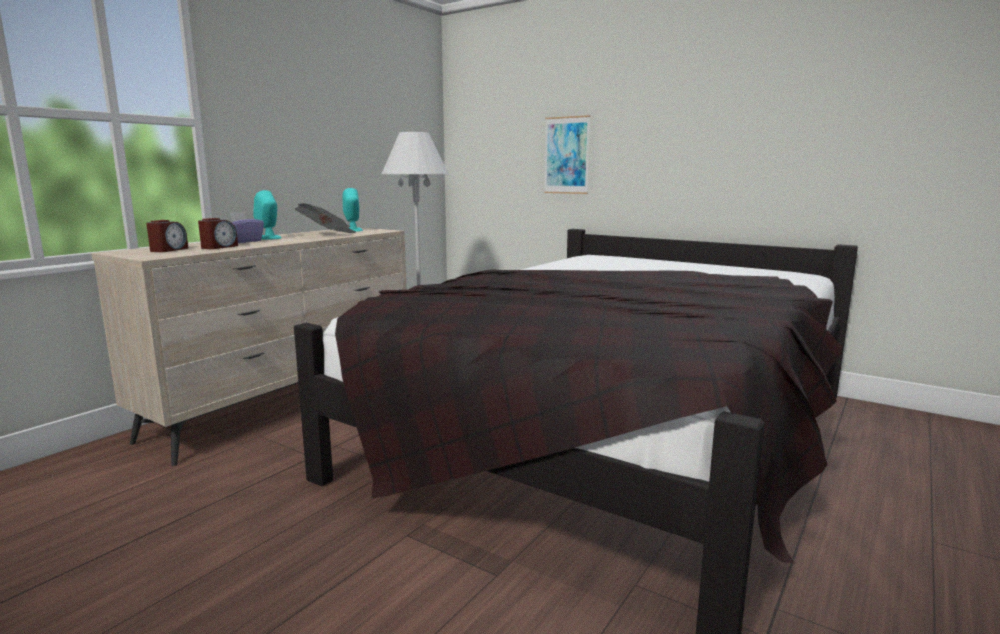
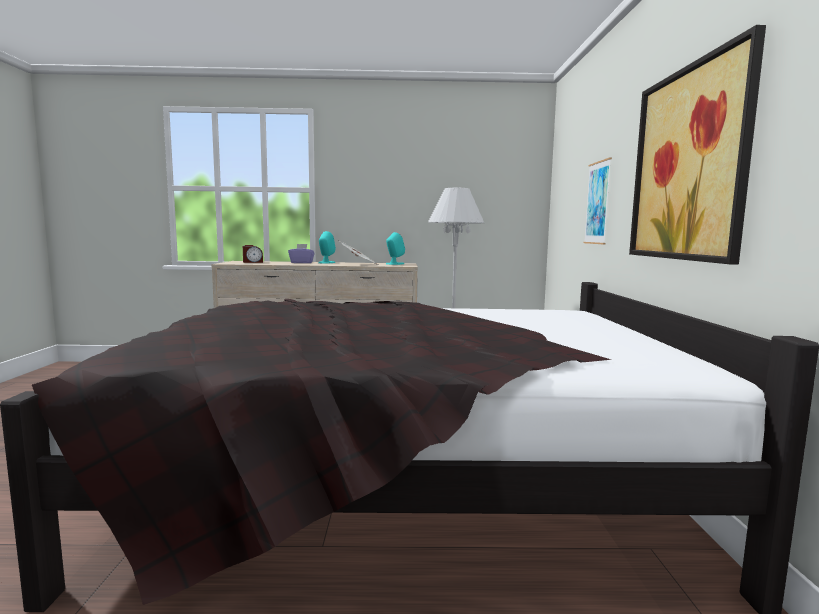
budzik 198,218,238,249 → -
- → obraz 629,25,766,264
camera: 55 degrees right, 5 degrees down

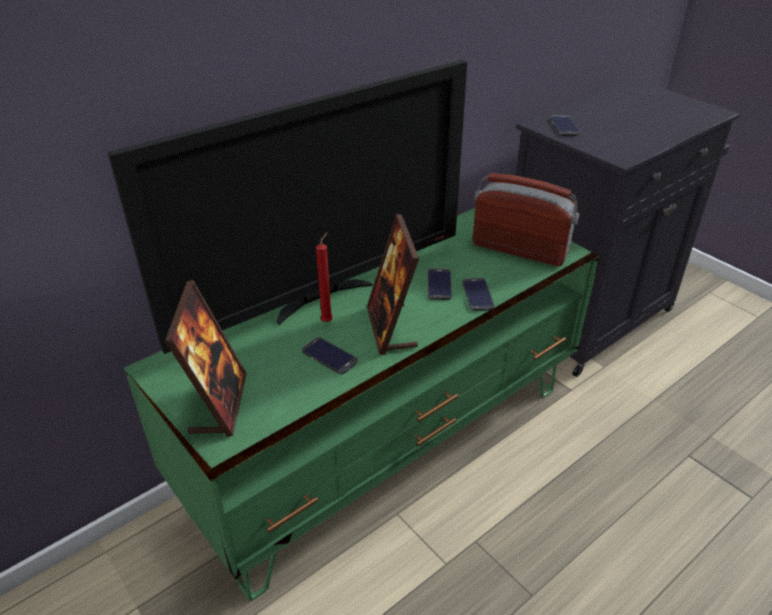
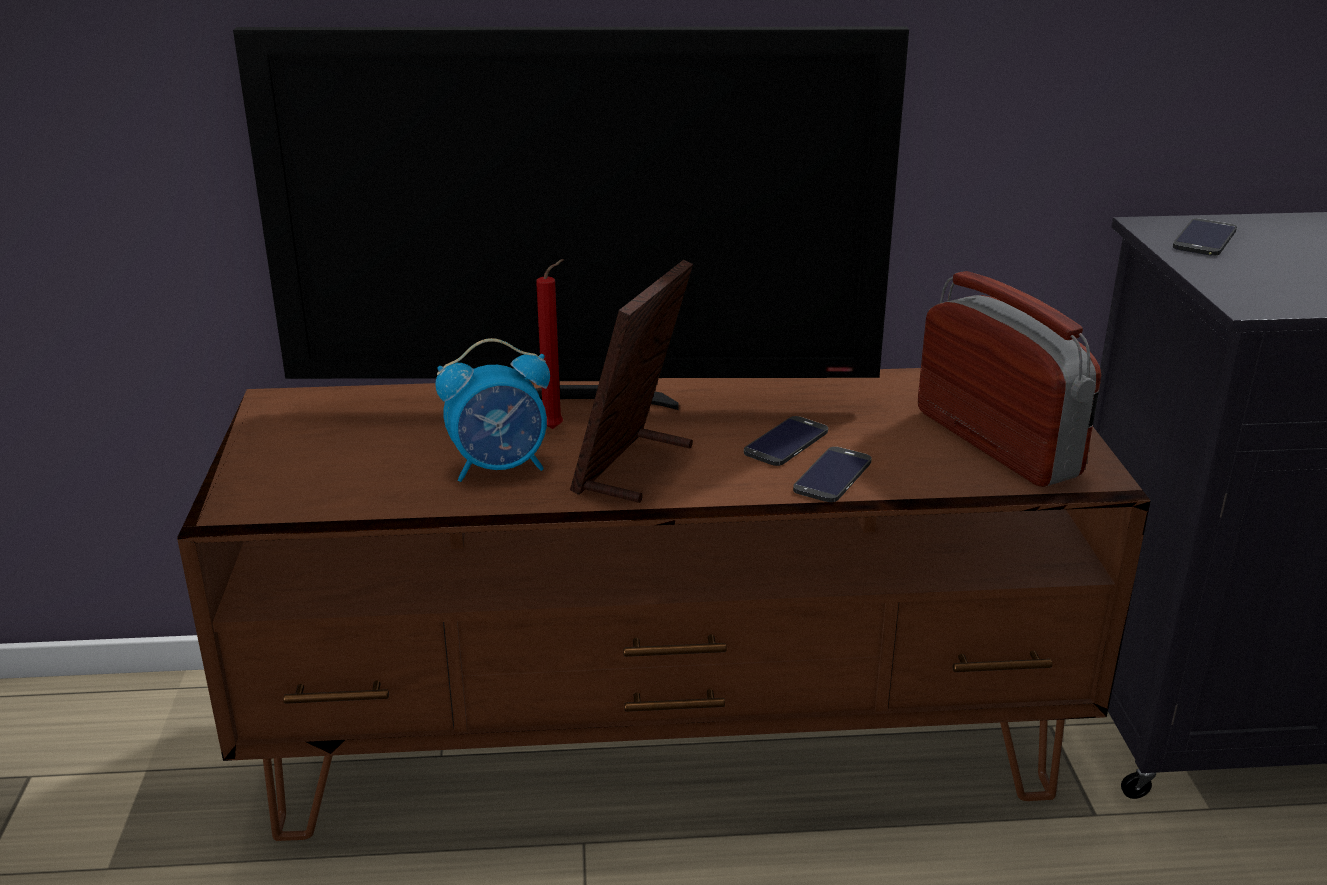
szafka pod telewizor (zielony) 124,208,600,601 → szafka pod telewizor (brązowy) 177,368,1151,841
ramka na zdjęcie 165,280,247,437 → -
telefon 302,337,358,374 → budzik 435,338,550,482
camera: 35 degrees right, 10 degrees down

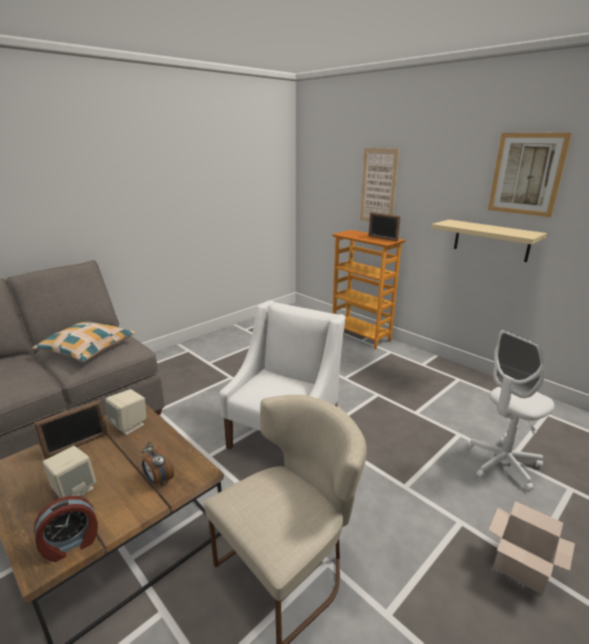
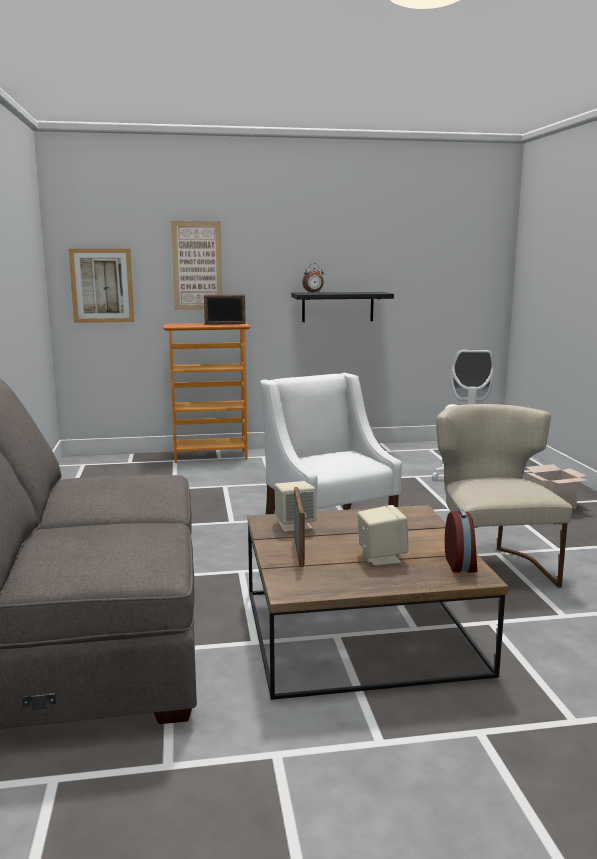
obraz 488,133,572,217 → obraz 69,249,134,323, move
półka (beżowy) 431,220,547,262 → półka (czarny) 291,292,394,322
poduszka 32,321,136,362 → -
budzik 142,442,174,486 → budzik 302,263,324,293, move
camera: 55 degrees left, 10 degrees down

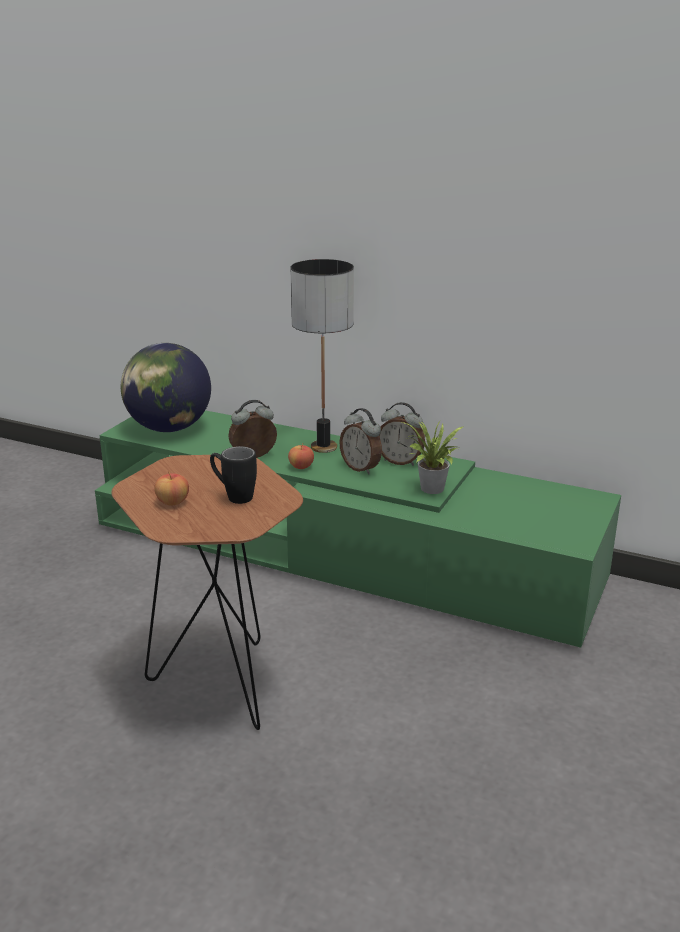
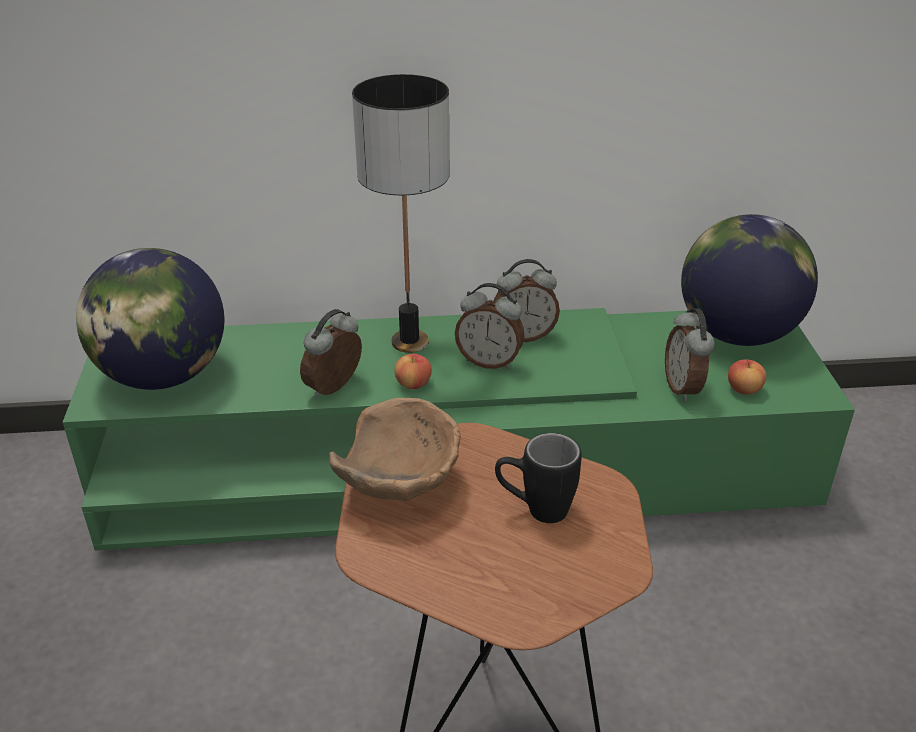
roślina doniczkowa 402,421,465,494 → -
jabłko 154,471,189,505 → jabłko 728,359,766,395, move
- → globus 681,214,818,346
- → budzik 665,308,715,401
- → miska (brązowy) 329,398,461,501
camera: 30 degrees left, 10 degrees up

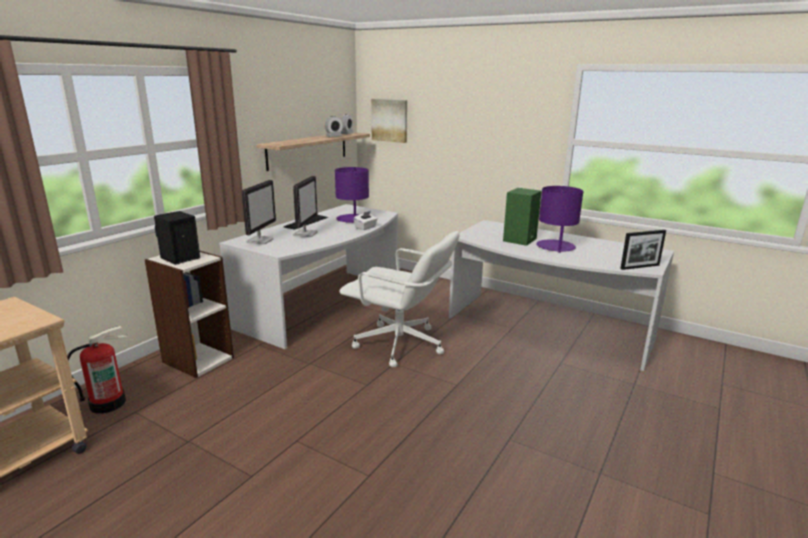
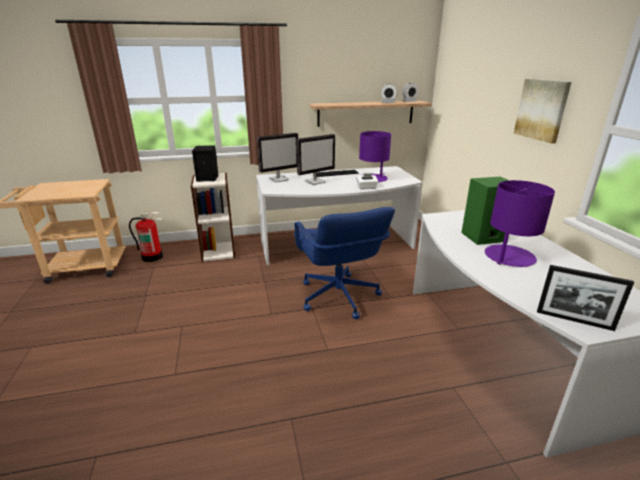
obraz 371,99,407,143 → obraz 514,79,571,144, move
krzesło biurowe (biały) 339,231,460,367 → krzesło biurowe (niebieski) 294,207,395,319
camera: 45 degrees right, 5 degrees up

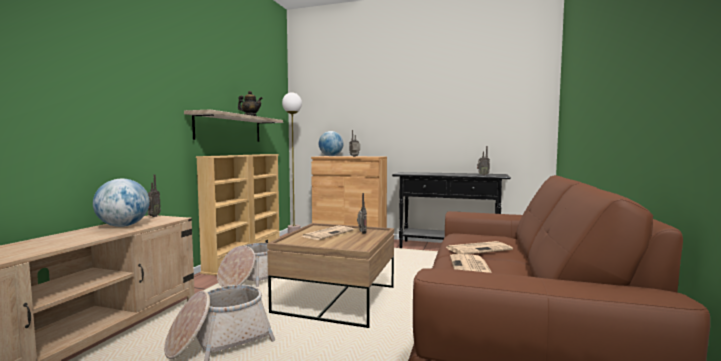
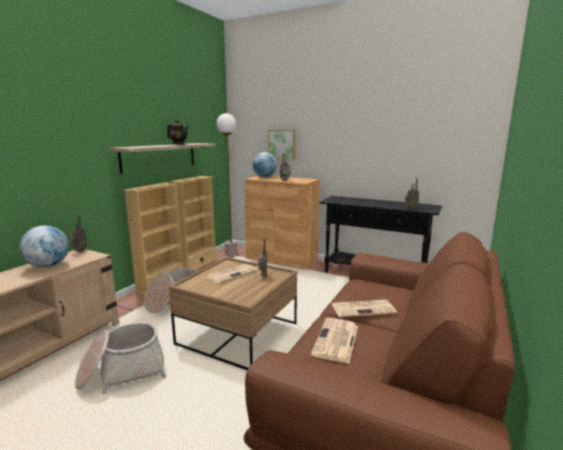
- → obraz 268,130,296,160
camera: 10 degrees right, 10 degrees up

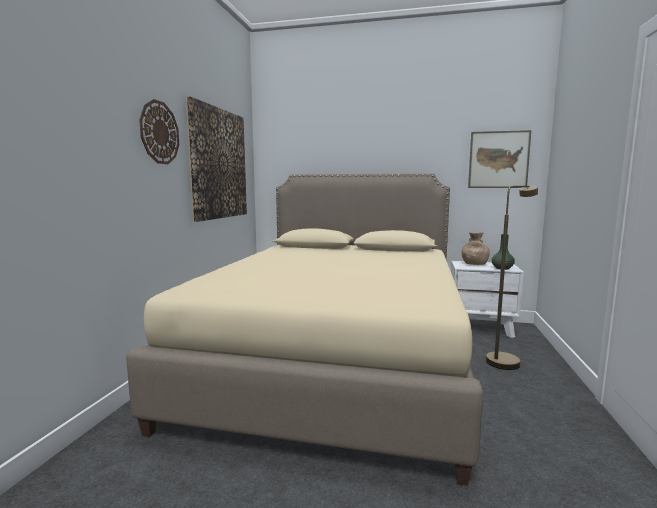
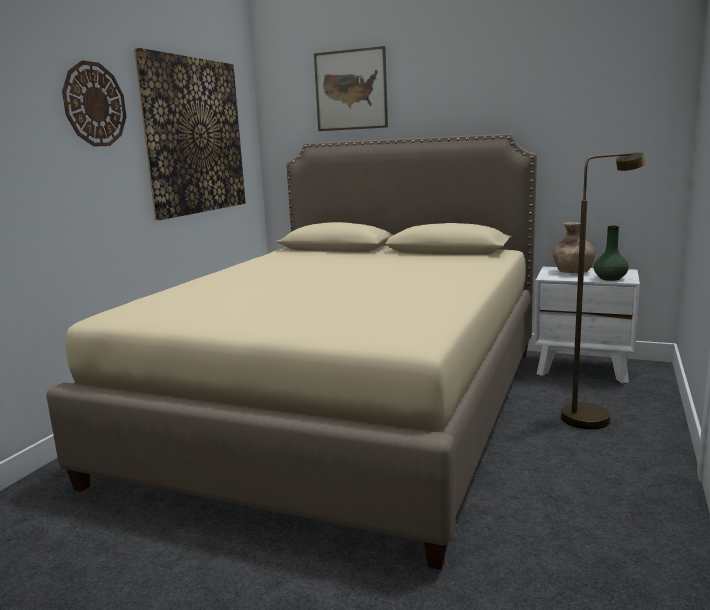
obraz 468,130,531,188 → obraz 314,46,388,131, move
camera: 10 degrees right, 5 degrees up

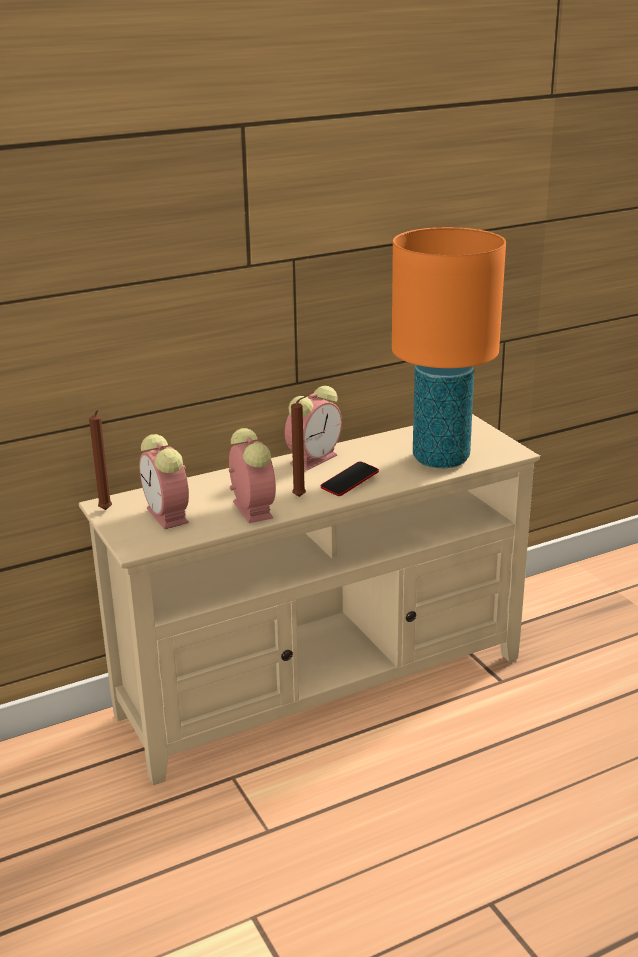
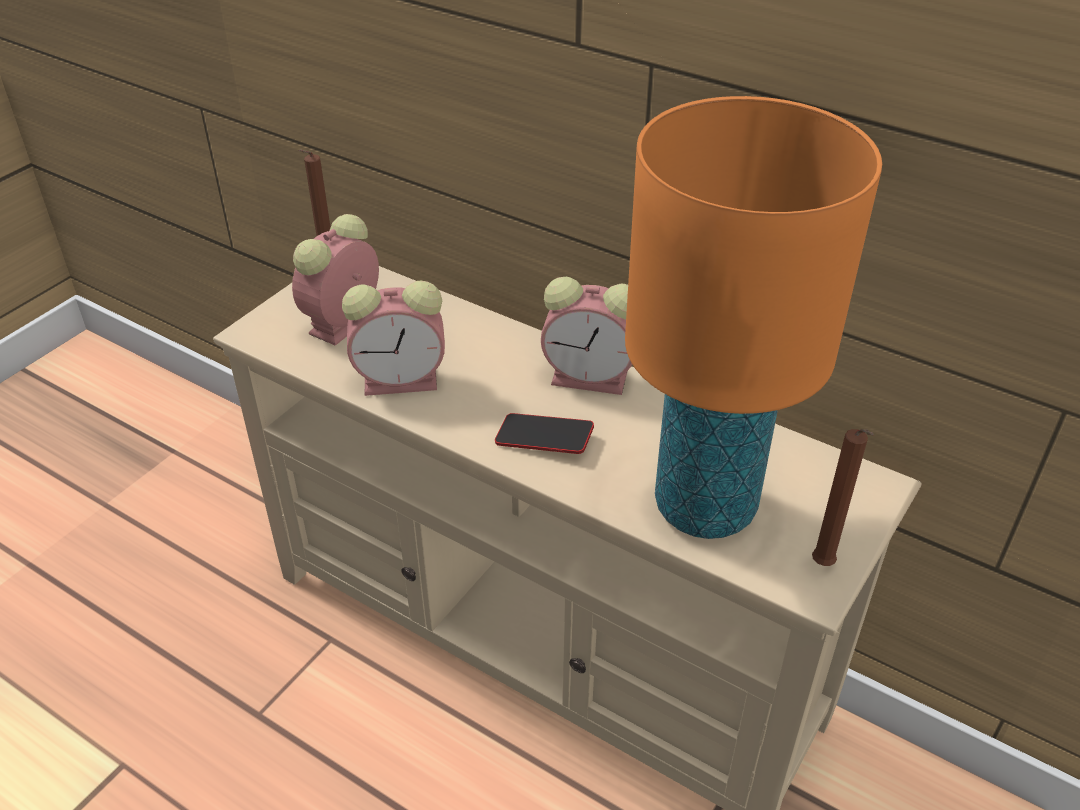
świeca (brązowy) 291,395,309,497 → świeca (brązowy) 812,429,874,566, move
budzik 229,428,276,523 → budzik 342,281,445,396, 45 degrees clockwise
camera: 60 degrees right, 15 degrees up

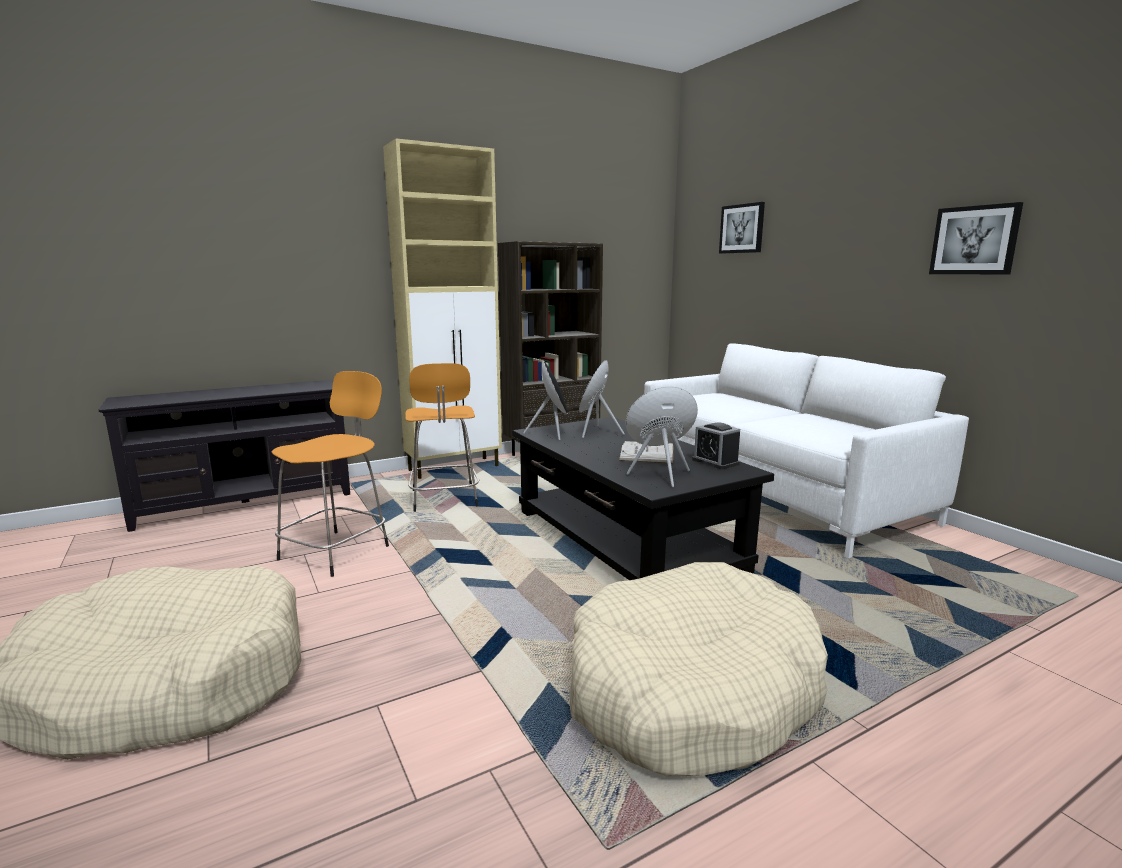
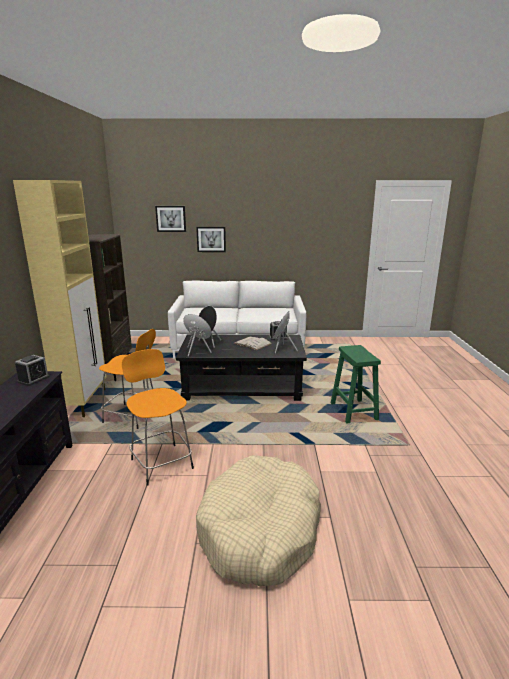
obraz 929,202,1023,274 → obraz 196,227,226,252, move
legowisko (beżowy) 569,562,828,776 → stołek (zielony) 331,345,381,424
- → budzik 15,355,50,386
camera: 60 degrees left, 5 degrees up

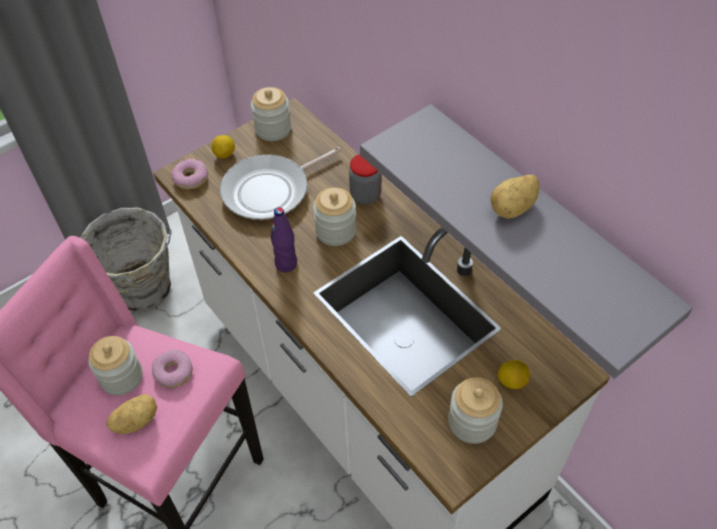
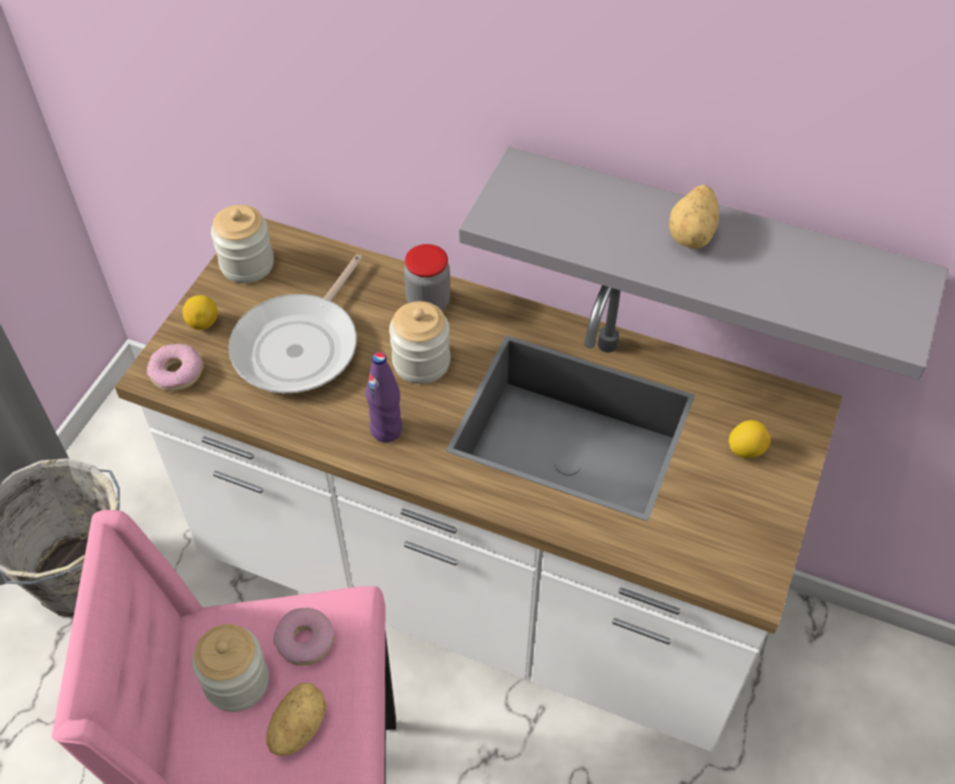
słoik 448,377,503,444 → -
camera: 30 degrees left, 0 degrees up

